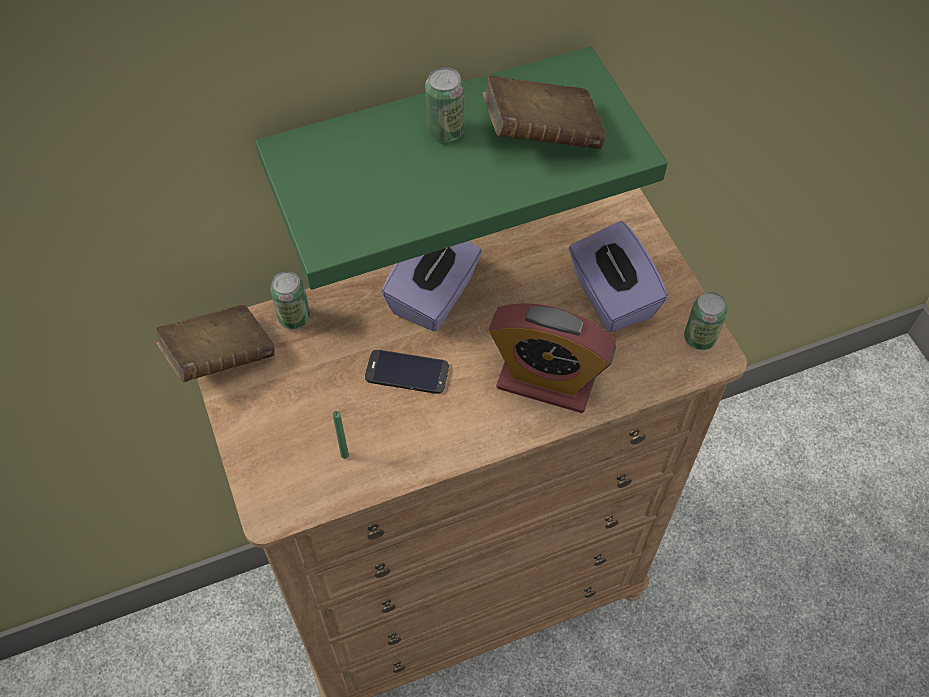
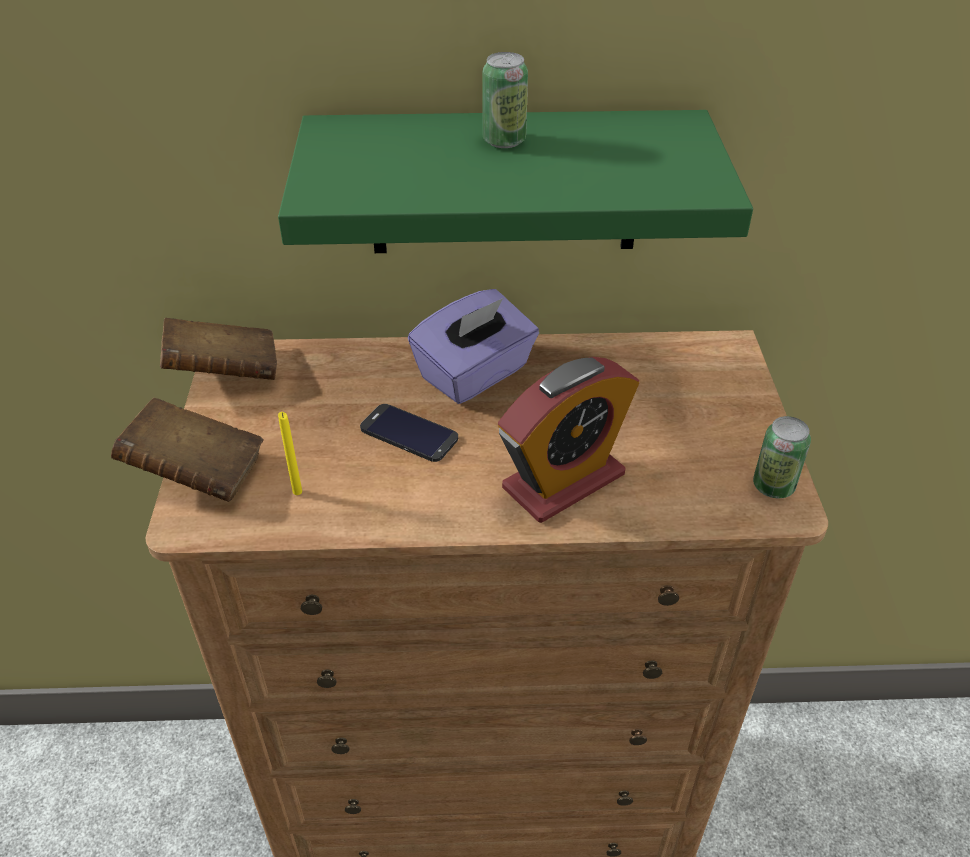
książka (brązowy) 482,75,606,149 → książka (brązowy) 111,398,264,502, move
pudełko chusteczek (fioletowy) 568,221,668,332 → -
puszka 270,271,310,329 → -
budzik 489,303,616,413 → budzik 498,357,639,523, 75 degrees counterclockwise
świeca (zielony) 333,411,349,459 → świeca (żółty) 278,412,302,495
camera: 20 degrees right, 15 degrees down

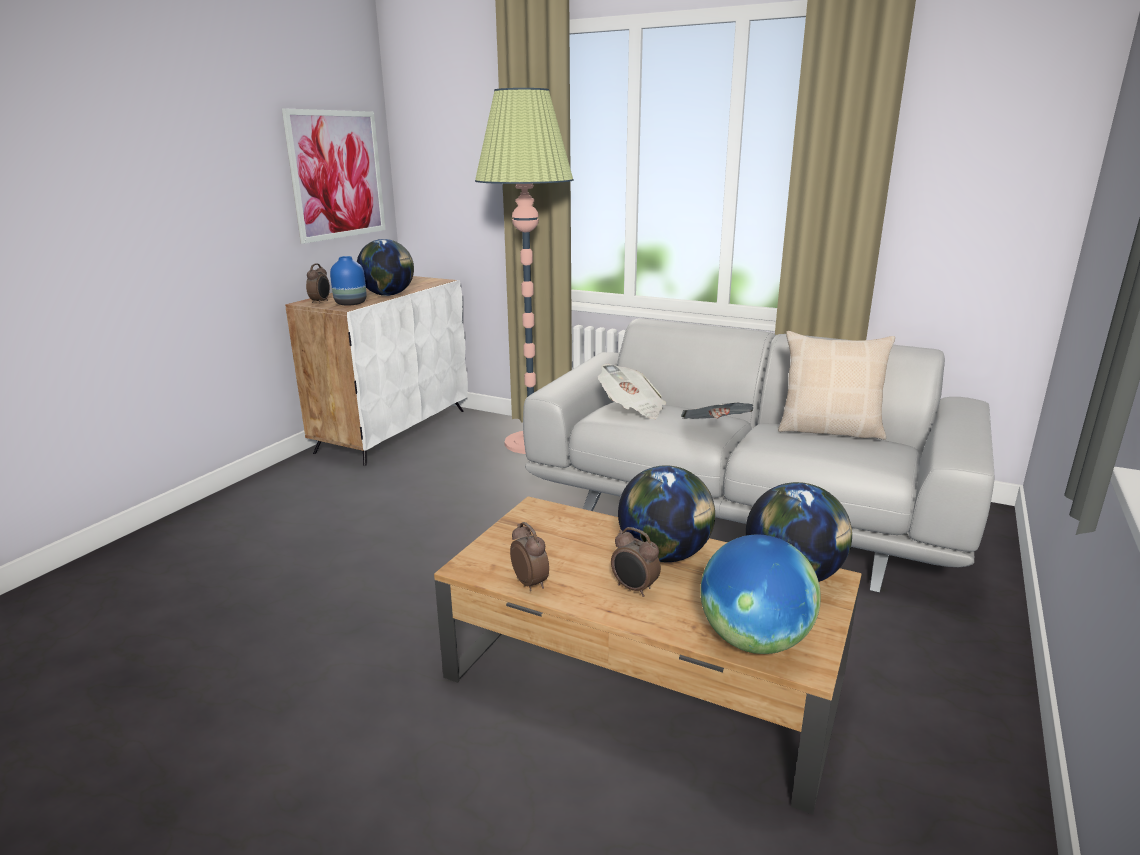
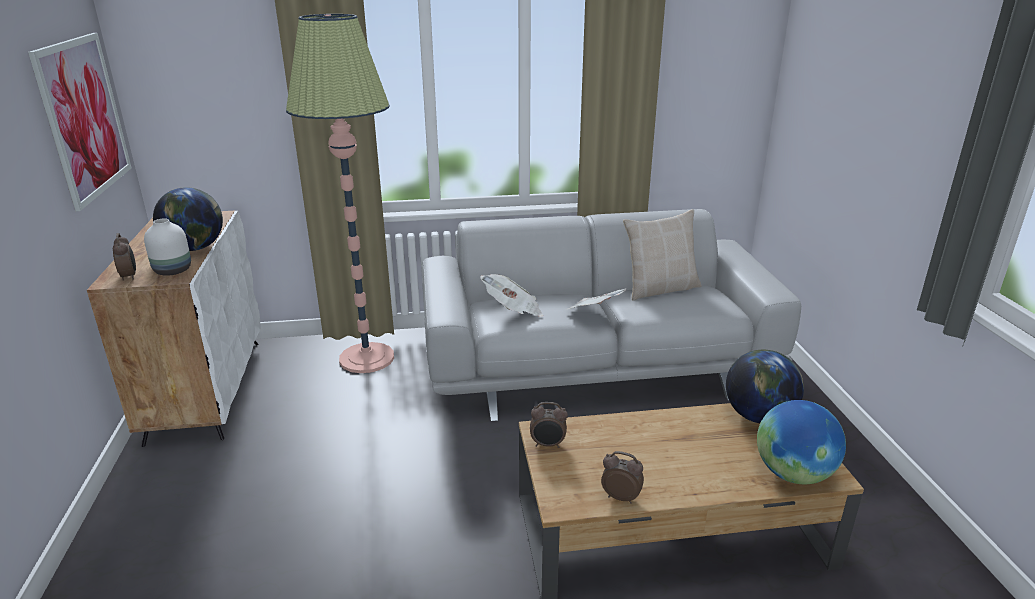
wazon (niebieski) 330,256,367,305 → wazon (biały) 144,218,191,276
globus 618,465,715,562 → -
budzik 611,527,661,597 → budzik 530,402,568,448, move
camera: 35 degrees left, 5 degrees up

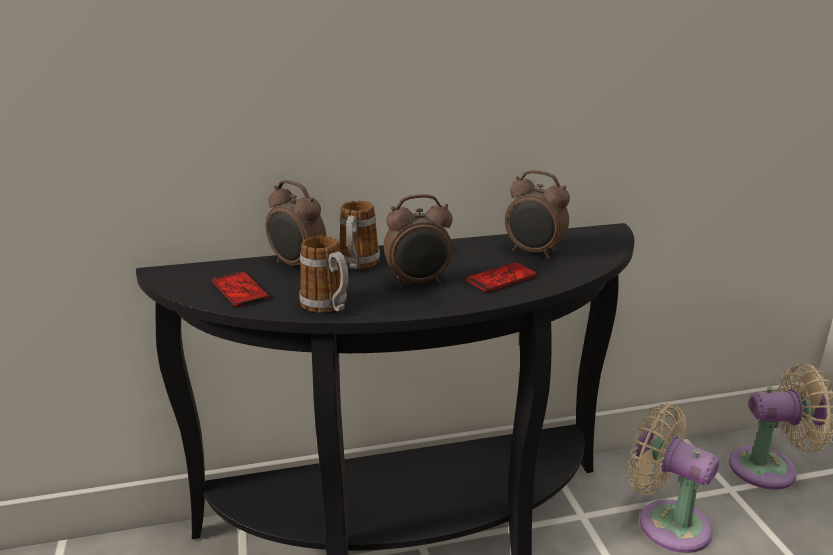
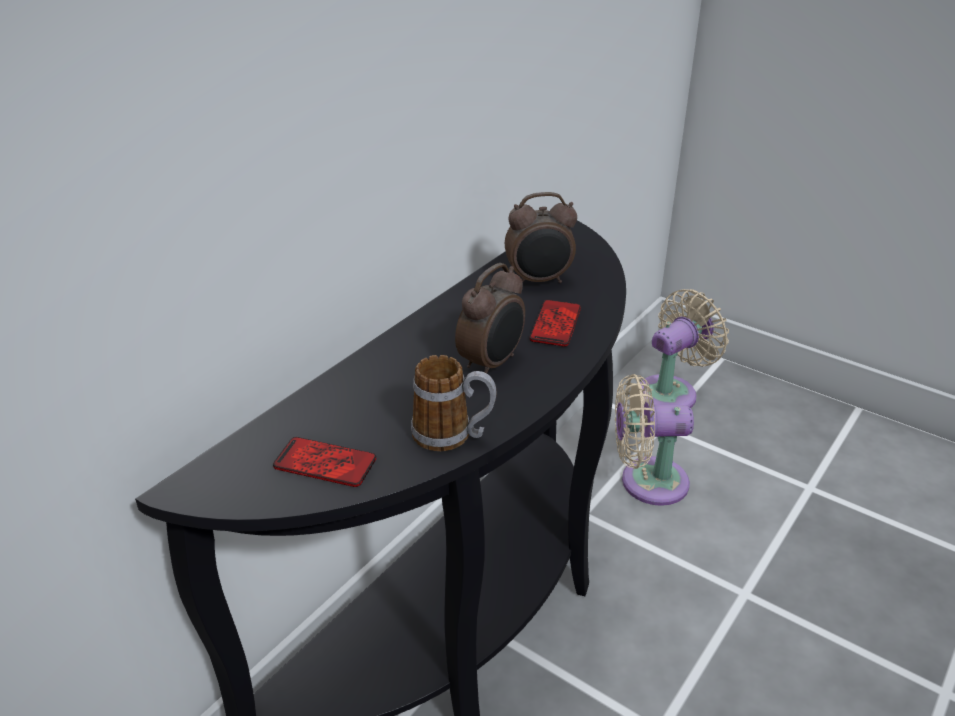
budzik 266,180,326,266 → -
kubek 339,201,380,269 → -
camera: 40 degrees left, 10 degrees up

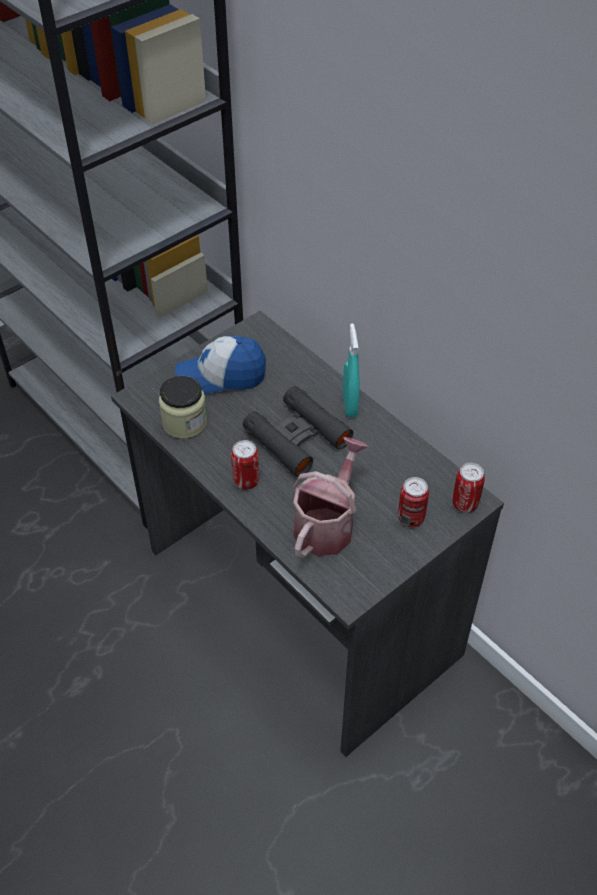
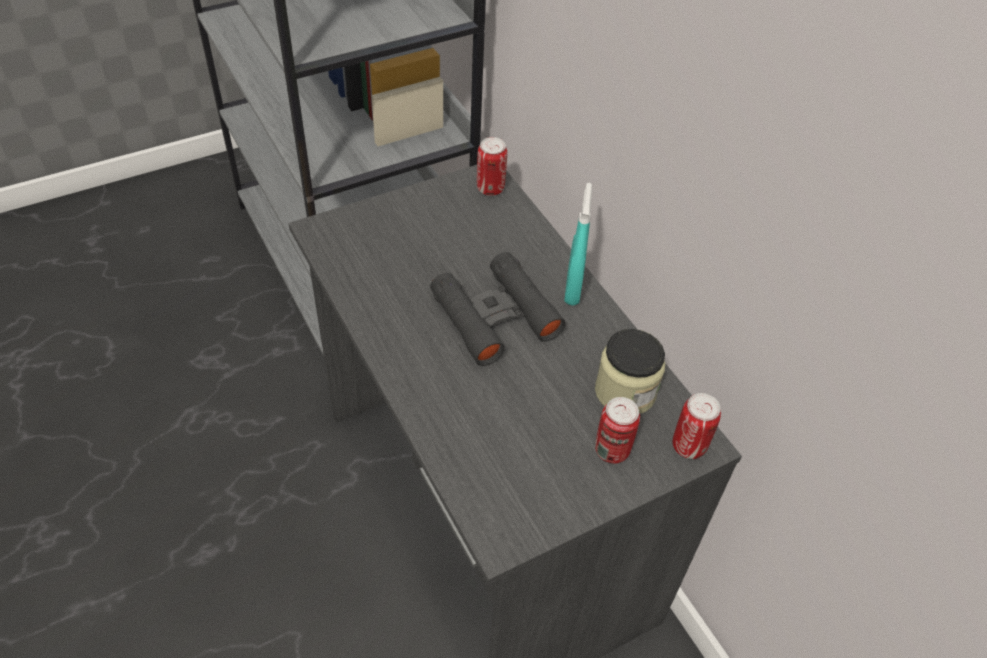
czapka z daszkiem 175,336,266,395 → -
słoik 159,376,207,439 → słoik 595,329,665,414, move
konewka 293,437,368,558 → -
puszka 231,440,259,490 → puszka 477,137,507,196, move
camera: 10 degrees right, 0 degrees up

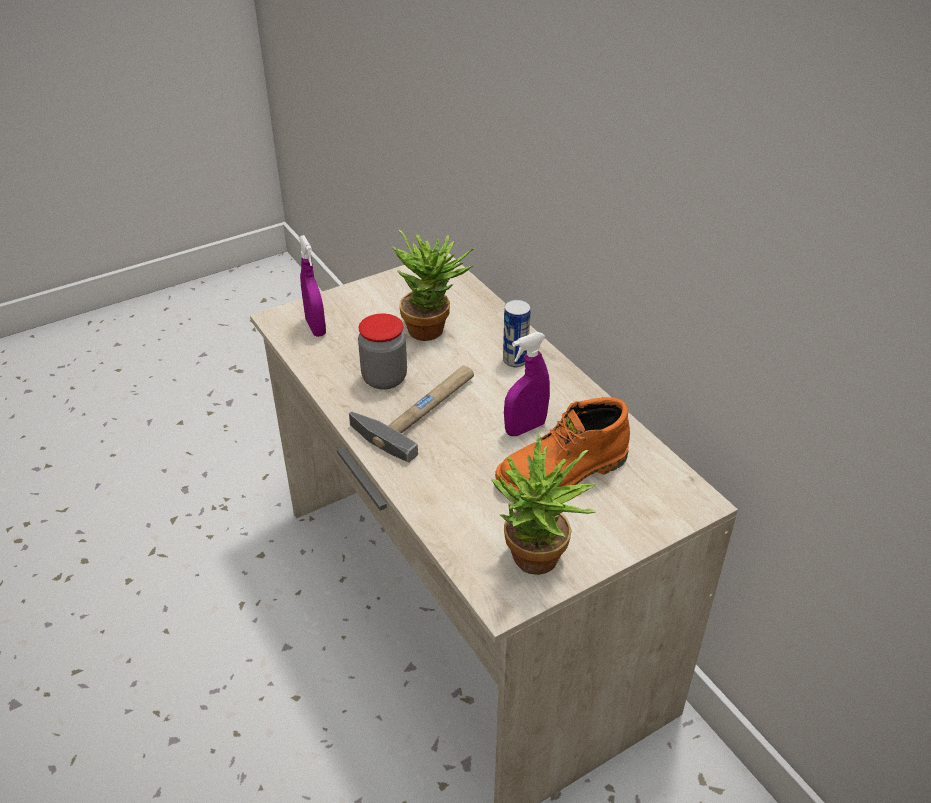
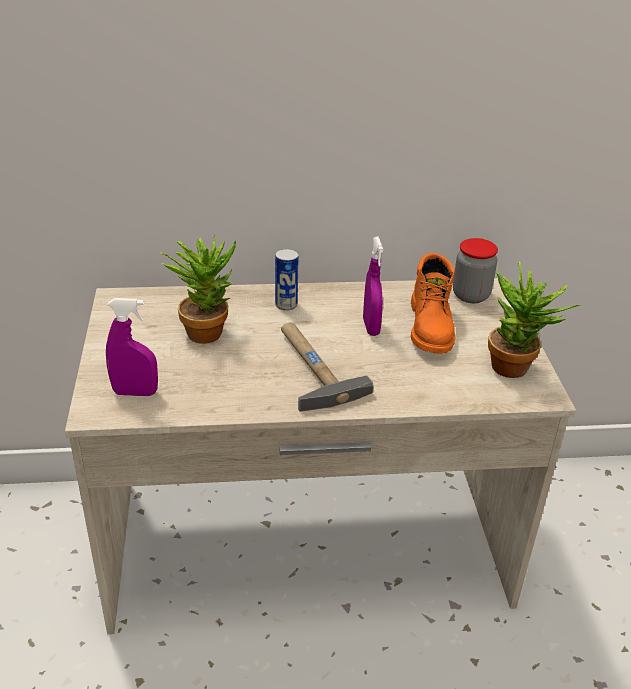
słoik 358,313,407,390 → słoik 453,238,498,303, move
camera: 65 degrees left, 5 degrees down

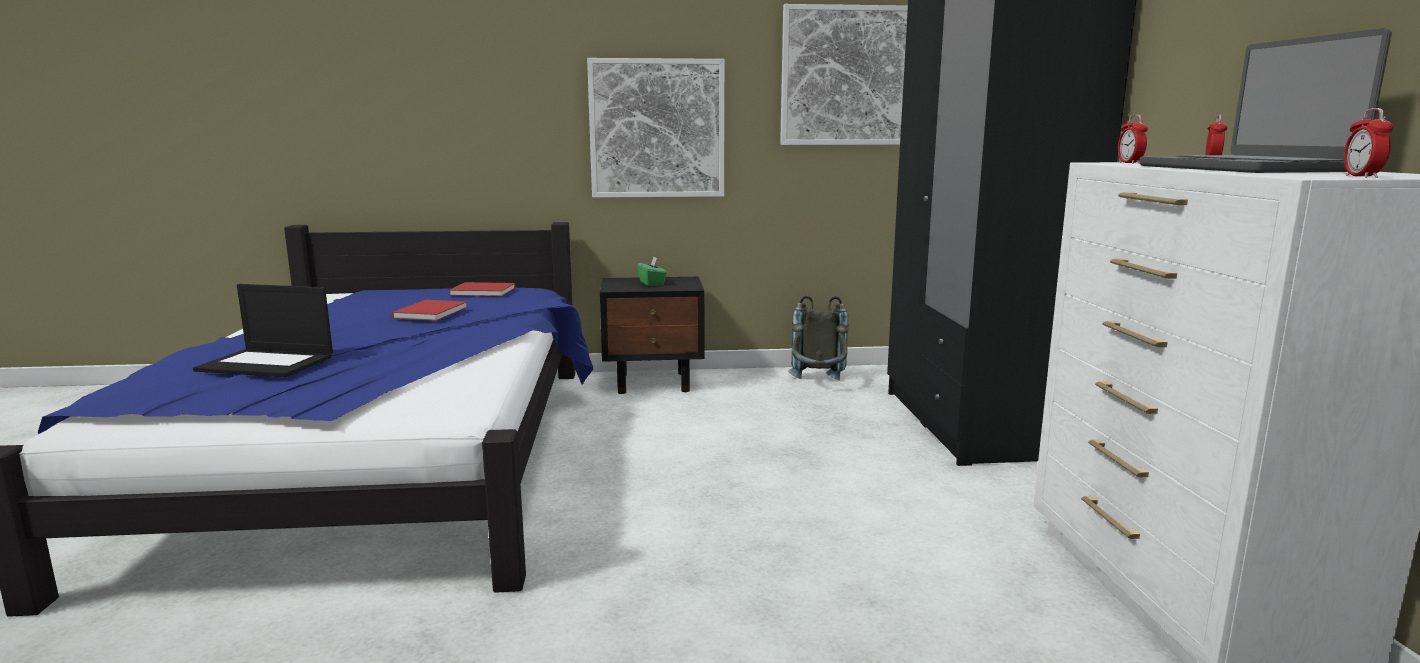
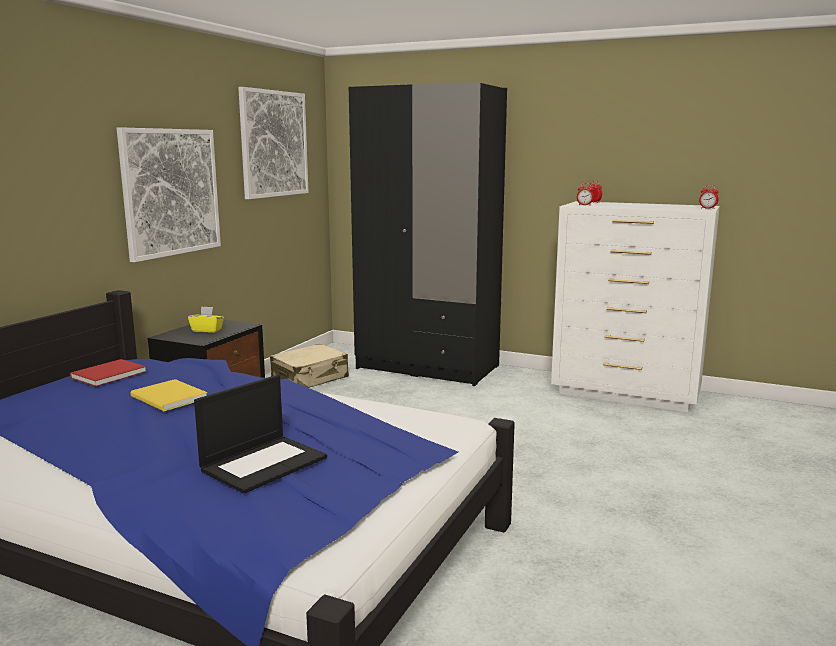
laptop 1139,28,1392,173 → -
pudełko chusteczek (zielony) 637,257,667,286 → pudełko chusteczek (żółty) 188,306,224,333
plecak (szary) 788,296,848,380 → walizka (beżowy) 270,343,349,388
książka (czerwony) 391,300,467,321 → książka (żółty) 130,379,207,412
camera: 60 degrees left, 0 degrees up

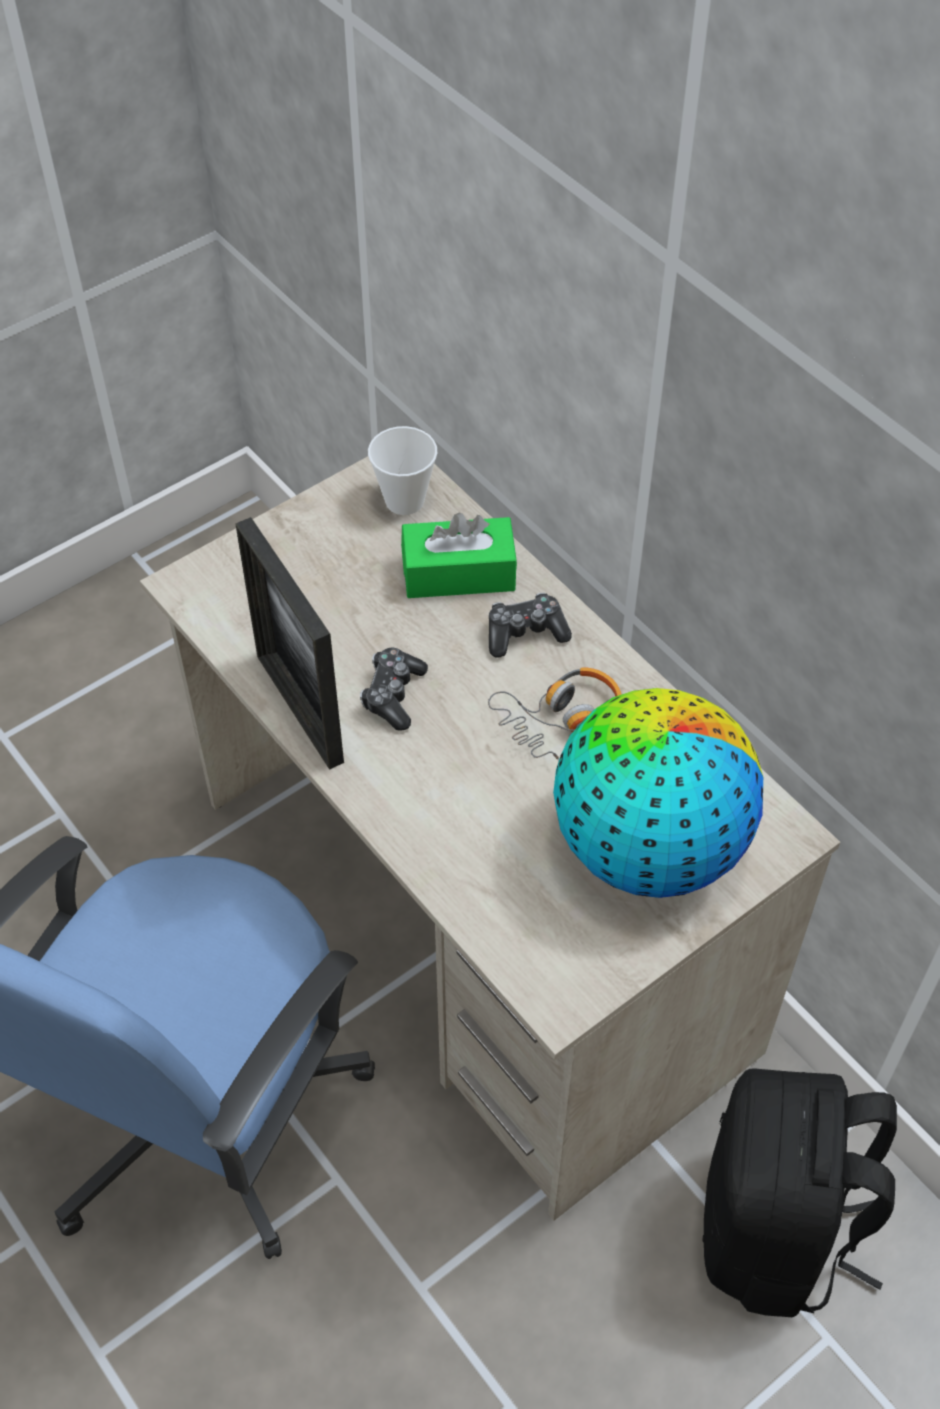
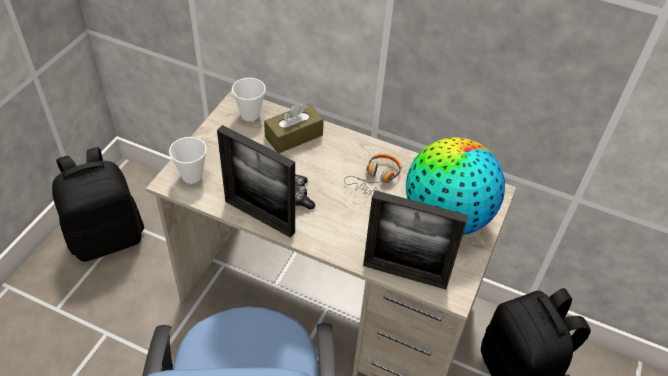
pudełko chusteczek (zielony) 401,513,517,598 → pudełko chusteczek (brązowy) 264,103,324,153
pad do gier 489,593,572,657 → -
- → filiżanka 169,137,207,183
- → plecak (czarny) 52,147,144,262
- → ramka na zdjęcie 363,190,468,290
camera: 30 degrees left, 5 degrees down

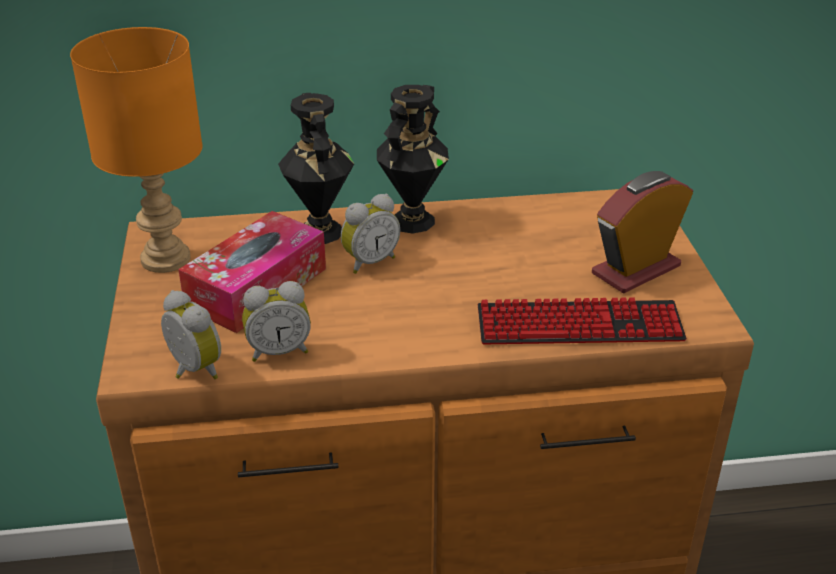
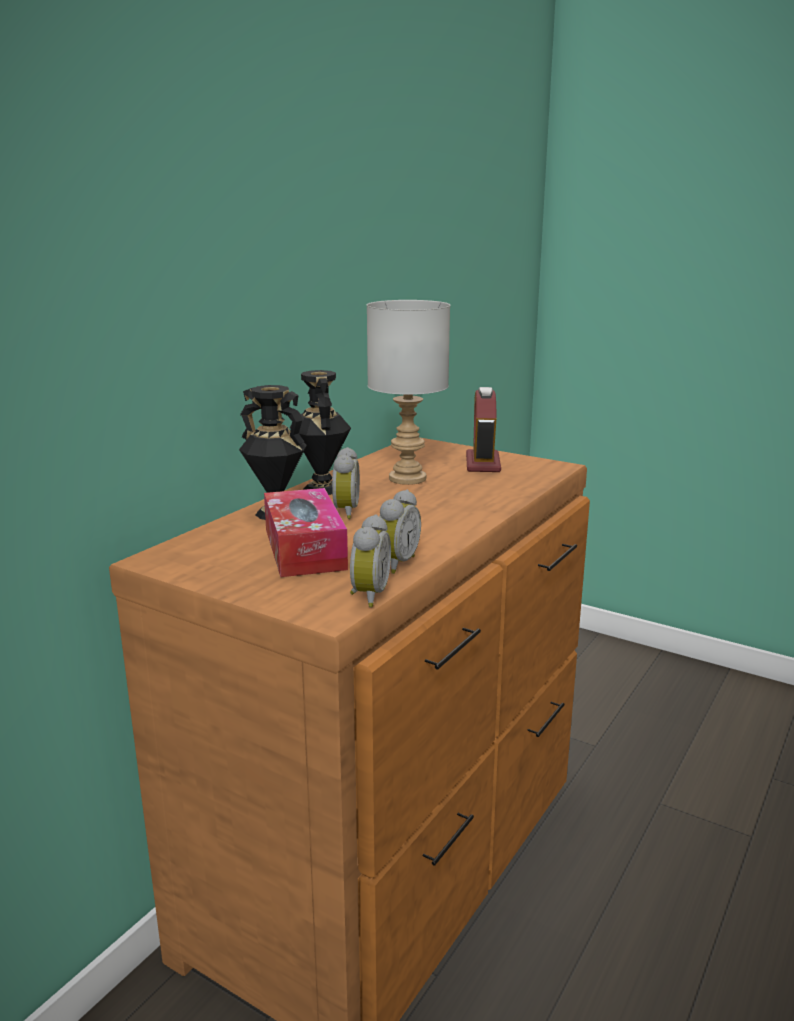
lampa stołowa (pomarańczowy) 70,27,203,273 → -
budzik 161,290,221,379 → budzik 350,515,391,607, 105 degrees clockwise
klawiatura 478,297,687,344 → -
- → lampa stołowa (szary) 367,300,450,485
camera: 50 degrees left, 15 degrees down

